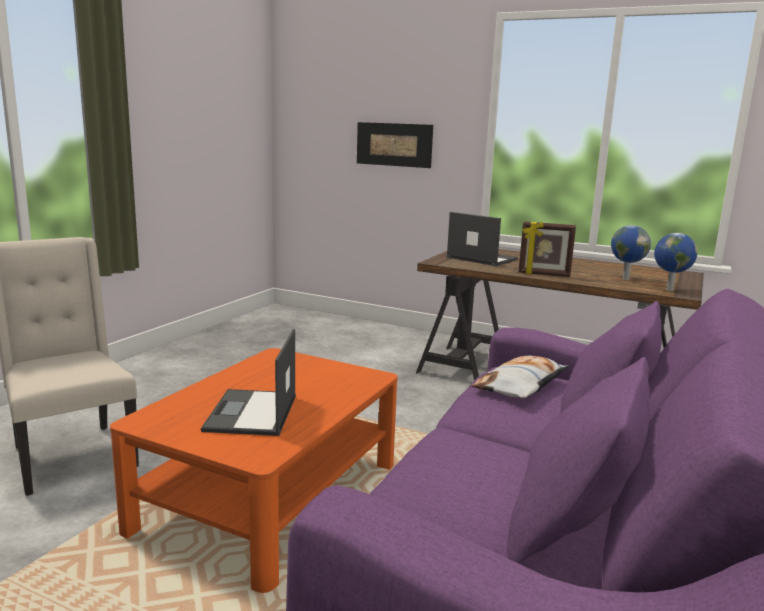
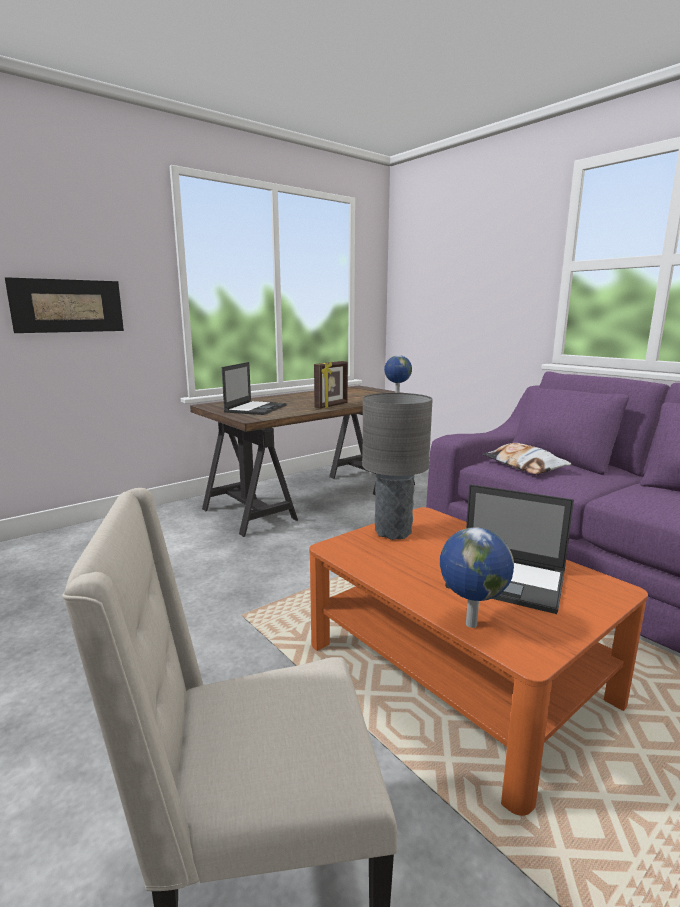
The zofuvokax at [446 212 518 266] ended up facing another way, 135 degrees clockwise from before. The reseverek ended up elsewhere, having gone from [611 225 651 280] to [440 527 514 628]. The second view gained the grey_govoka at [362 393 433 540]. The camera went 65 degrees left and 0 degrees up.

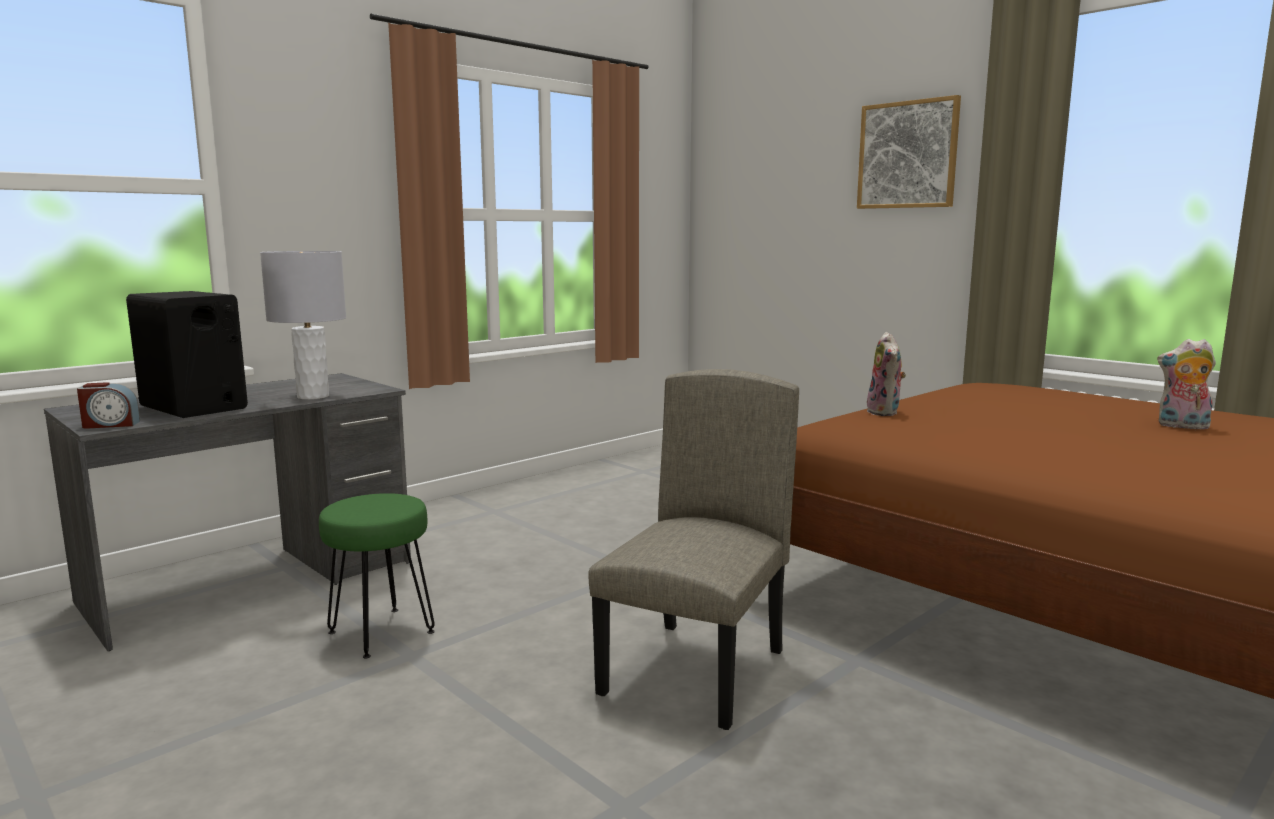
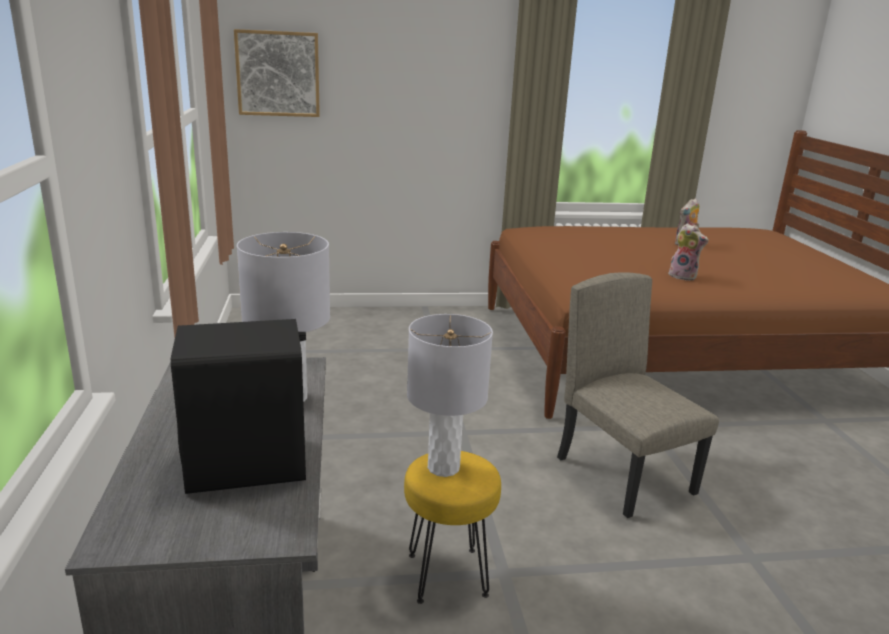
The second view lost the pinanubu at [77 382 140 429]. What was the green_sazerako at [319 493 435 658] turned into the yellow_sazerako at [404 451 501 604]. The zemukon ended up elsewhere, having gone from [857 95 961 209] to [234 29 320 117]. The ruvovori ended up elsewhere, having gone from [867 332 906 416] to [668 223 709 281]. The second view gained the grey_govoka at [407 314 493 477]. The camera went 55 degrees left and 10 degrees up.

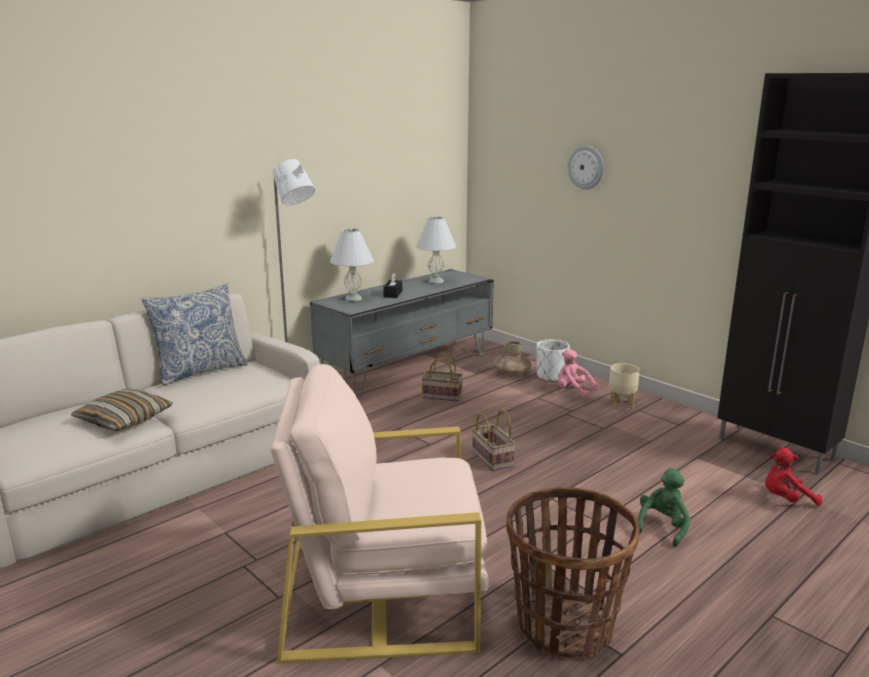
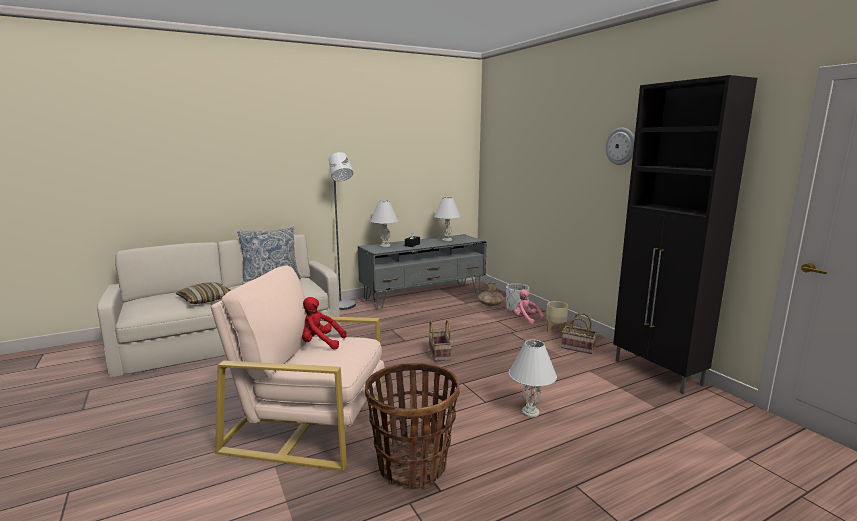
The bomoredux ended up elsewhere, having gone from [421 353 463 402] to [561 313 597 354]. The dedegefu ended up elsewhere, having gone from [568 145 604 190] to [605 127 635 165]. Where the green_ruvovori stood at [638 468 690 547], the white_govoka came to stand at [509 340 557 417]. The red_ruvovori ended up elsewhere, having gone from [765 447 822 506] to [302 297 347 349]. The camera went 15 degrees right and 5 degrees down.

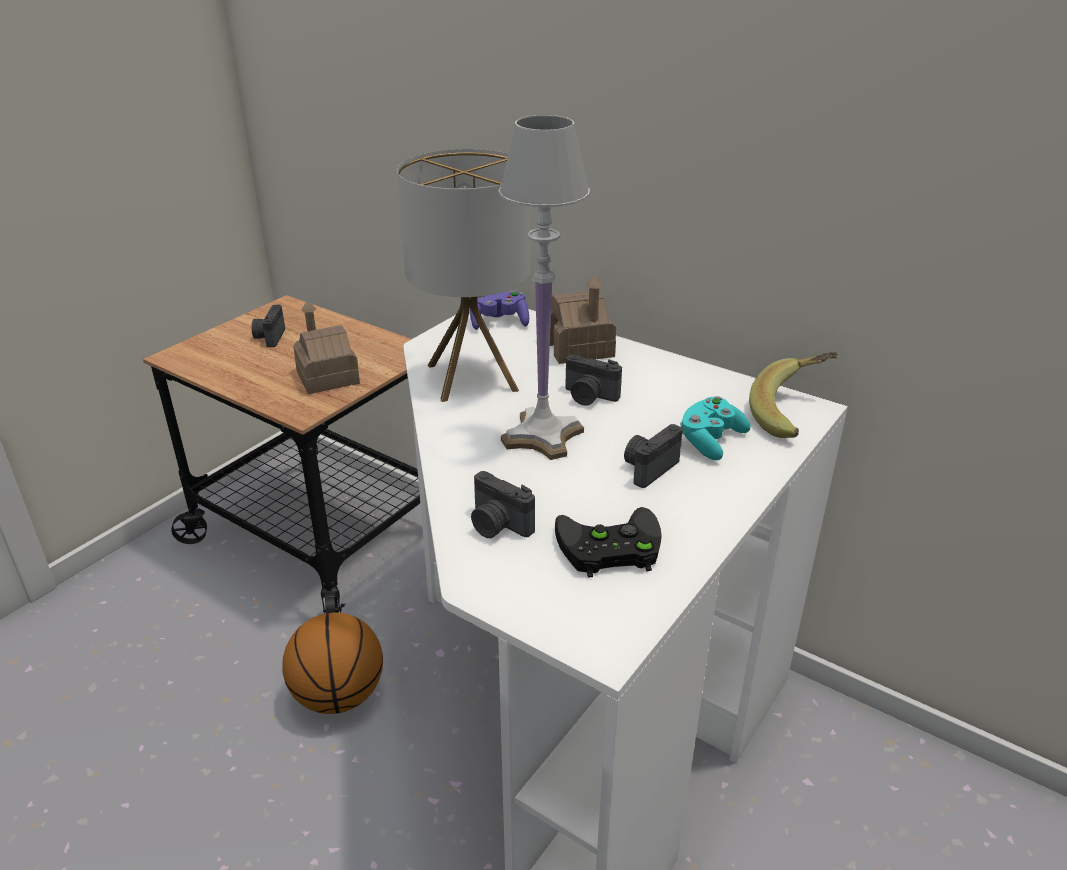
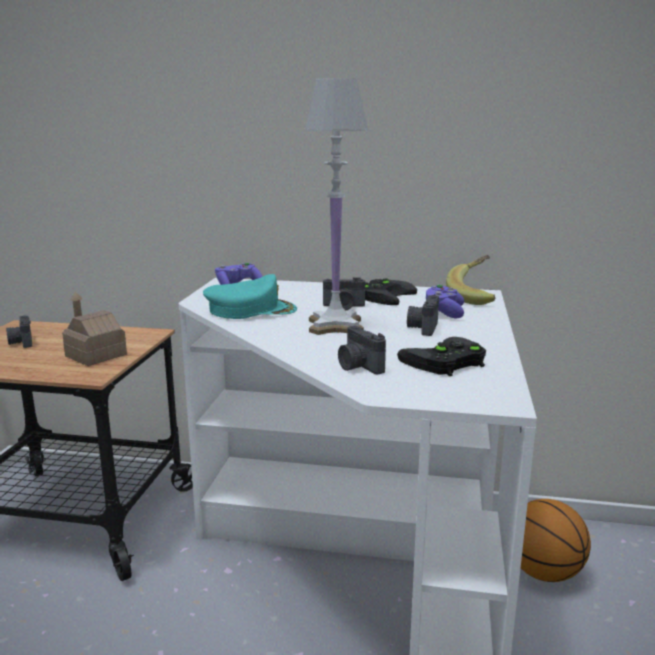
The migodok ended up elsewhere, having gone from [282 613 383 714] to [521 499 591 582]. Where the govoka stood at [397 149 530 402], the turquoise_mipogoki came to stand at [203 274 297 319]. The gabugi at [471 471 535 538] ended up facing another way, 45 degrees clockwise from before. The second view lost the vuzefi at [550 275 616 364]. What was the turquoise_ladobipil at [680 396 751 460] turned into the purple_ladobipil at [426 285 464 318]. The second view gained the black_ladobipil at [365 278 417 305]. The camera went 25 degrees left and 15 degrees down.

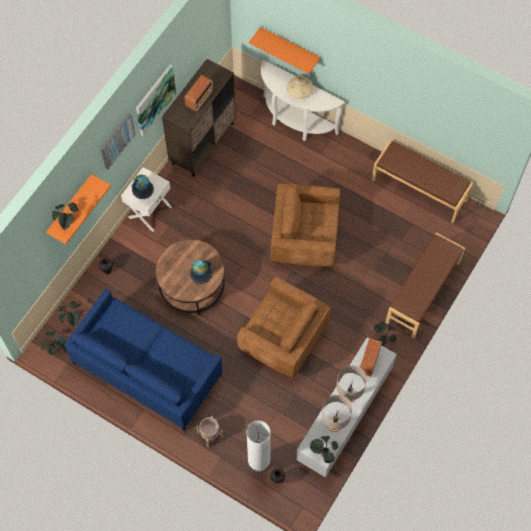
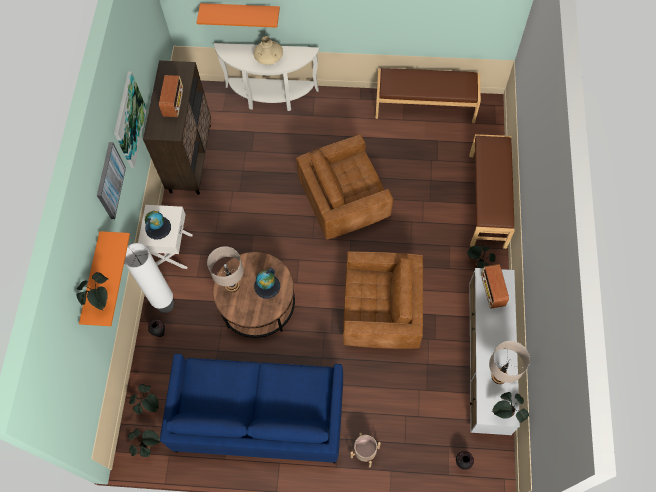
The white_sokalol ended up elsewhere, having gone from [246 421 271 473] to [124 243 174 313]. The beige_govoka ended up elsewhere, having gone from [337 365 367 403] to [207 246 244 292]. The camera went 25 degrees left and 0 degrees up.

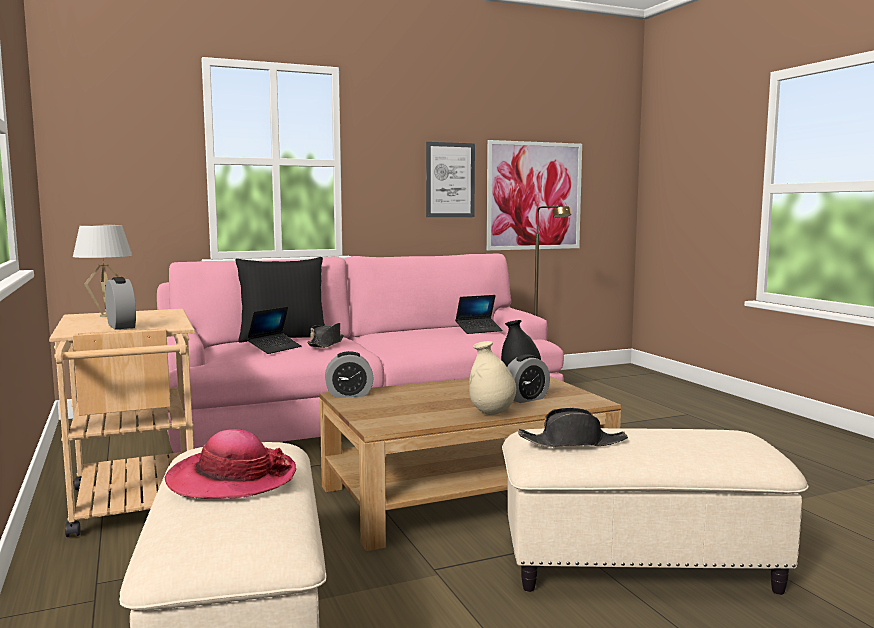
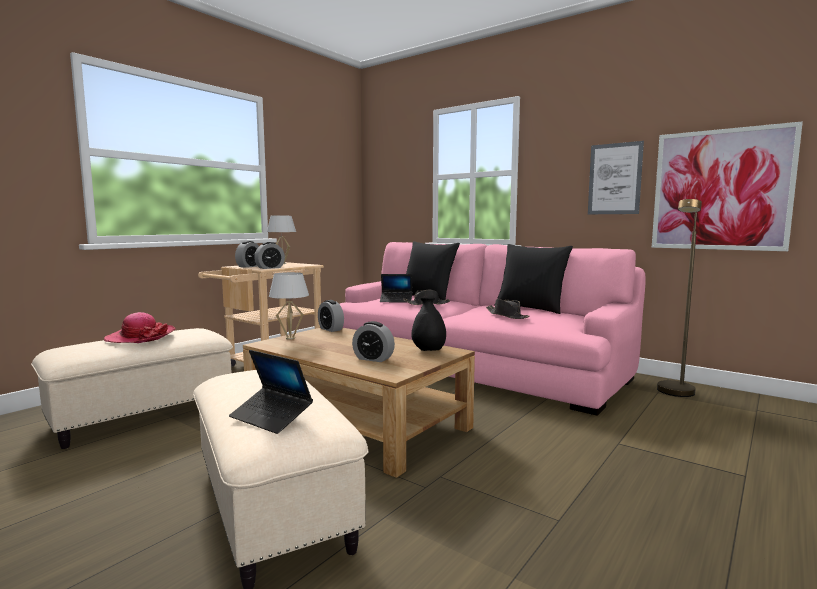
The zofuvokax ended up elsewhere, having gone from [455 295 503 334] to [229 350 313 434]. The second view lost the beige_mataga at [469 341 516 415]. The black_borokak ended up elsewhere, having gone from [518 408 628 447] to [486 299 530 319]. The second view gained the pinanubu at [254 242 285 269]. The second view gained the white_govoka at [269 272 309 340]. The second view gained the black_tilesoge at [497 244 573 314]. The camera went 60 degrees right and 0 degrees up.

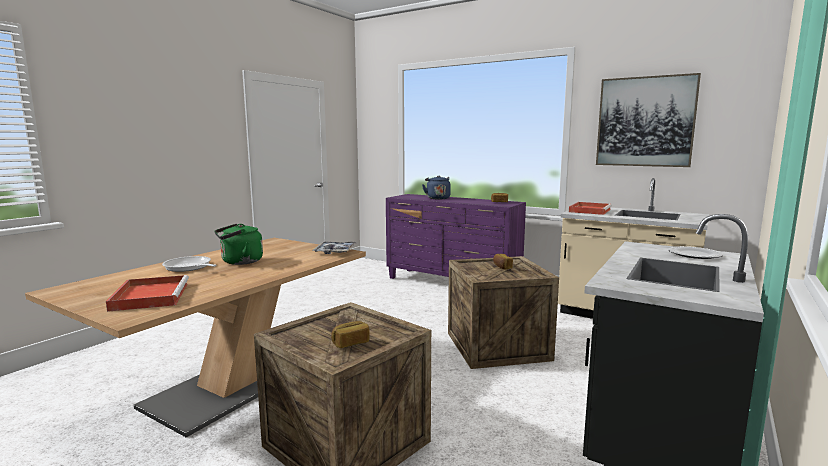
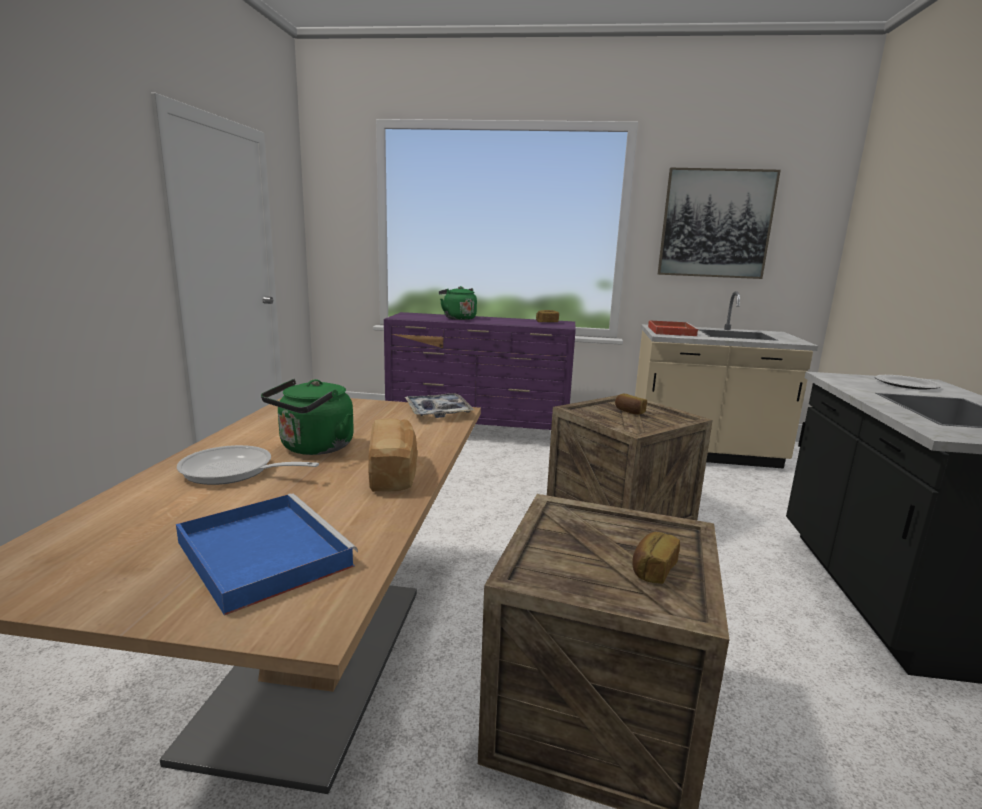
What was the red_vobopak at [106 275 189 312] turned into the blue_vobopak at [176 493 358 616]. What was the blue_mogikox at [422 176 451 200] turned into the green_mogikox at [439 286 477 320]. The second view gained the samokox at [368 418 417 492]. The camera went 25 degrees left and 5 degrees up.

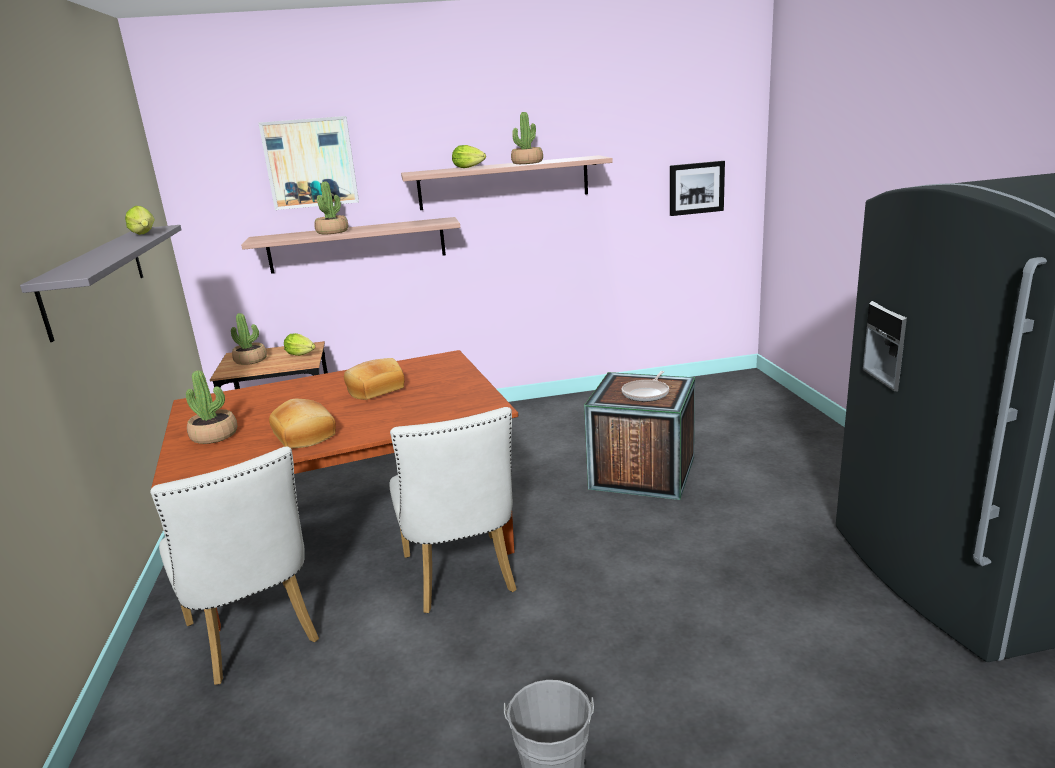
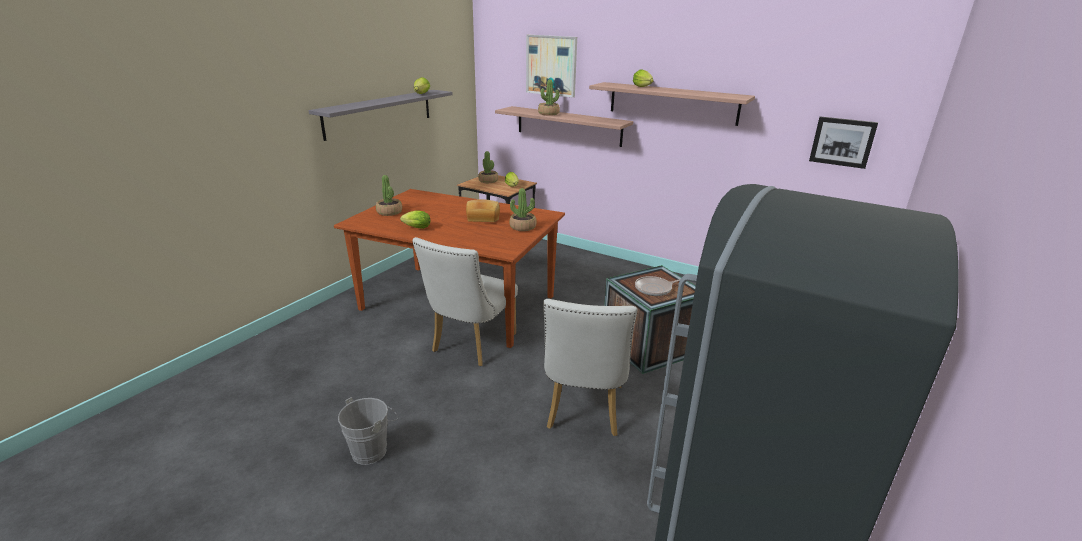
The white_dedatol ended up elsewhere, having gone from [150 447 319 685] to [543 299 637 436]. Where the samokox stood at [269 399 336 449], the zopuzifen came to stand at [400 211 430 229]. The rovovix ended up elsewhere, having gone from [511 112 543 164] to [509 188 537 231]. The camera went 40 degrees right and 5 degrees up.

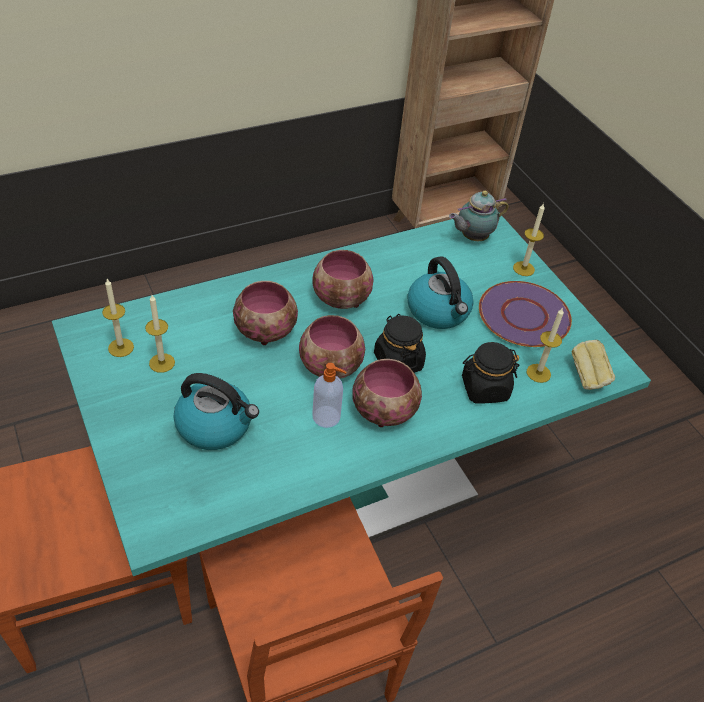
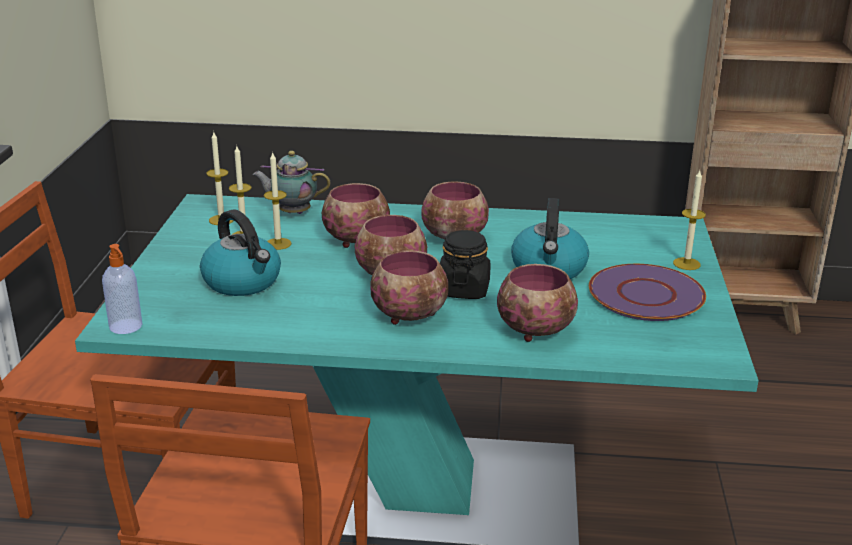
The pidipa ended up elsewhere, having gone from [312 363 347 428] to [102 244 142 334]. The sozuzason ended up elsewhere, having gone from [449 191 509 241] to [252 151 331 214]. Where the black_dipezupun stood at [462 342 520 404], the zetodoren came to stand at [497 264 578 342]. The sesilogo ended up elsewhere, having gone from [527 307 564 383] to [264 151 291 250]. The second view lost the samokox at [572 340 615 390]. The camera went 35 degrees right and 20 degrees down.

